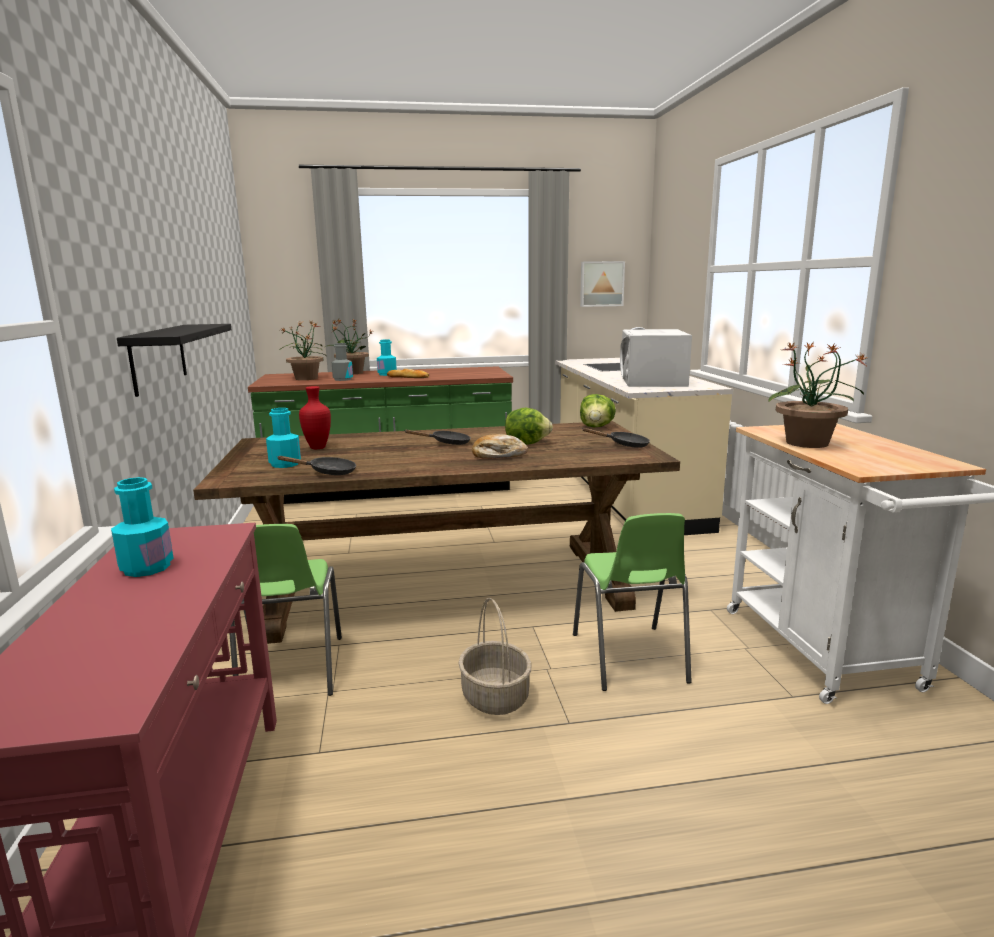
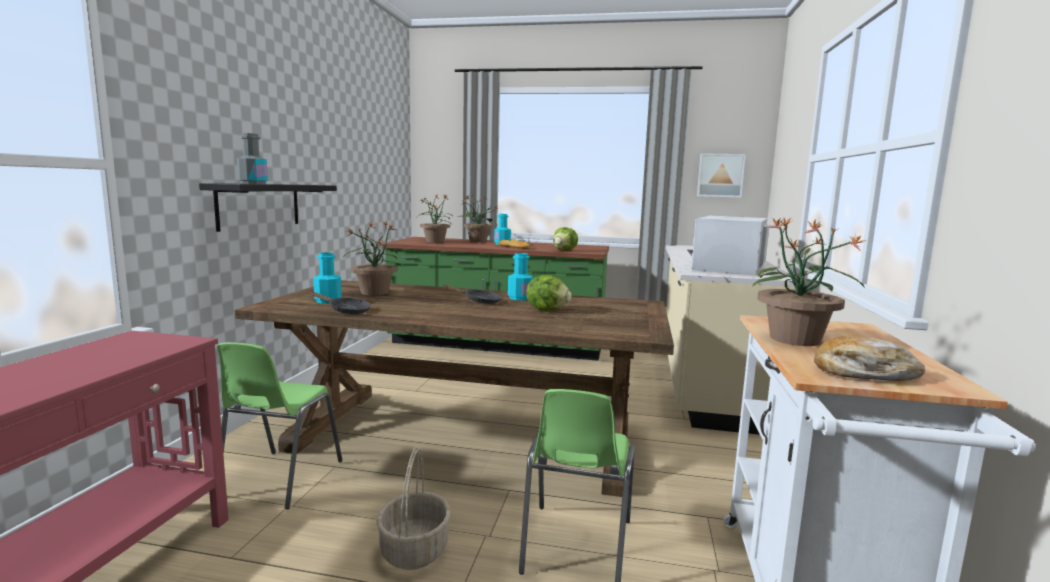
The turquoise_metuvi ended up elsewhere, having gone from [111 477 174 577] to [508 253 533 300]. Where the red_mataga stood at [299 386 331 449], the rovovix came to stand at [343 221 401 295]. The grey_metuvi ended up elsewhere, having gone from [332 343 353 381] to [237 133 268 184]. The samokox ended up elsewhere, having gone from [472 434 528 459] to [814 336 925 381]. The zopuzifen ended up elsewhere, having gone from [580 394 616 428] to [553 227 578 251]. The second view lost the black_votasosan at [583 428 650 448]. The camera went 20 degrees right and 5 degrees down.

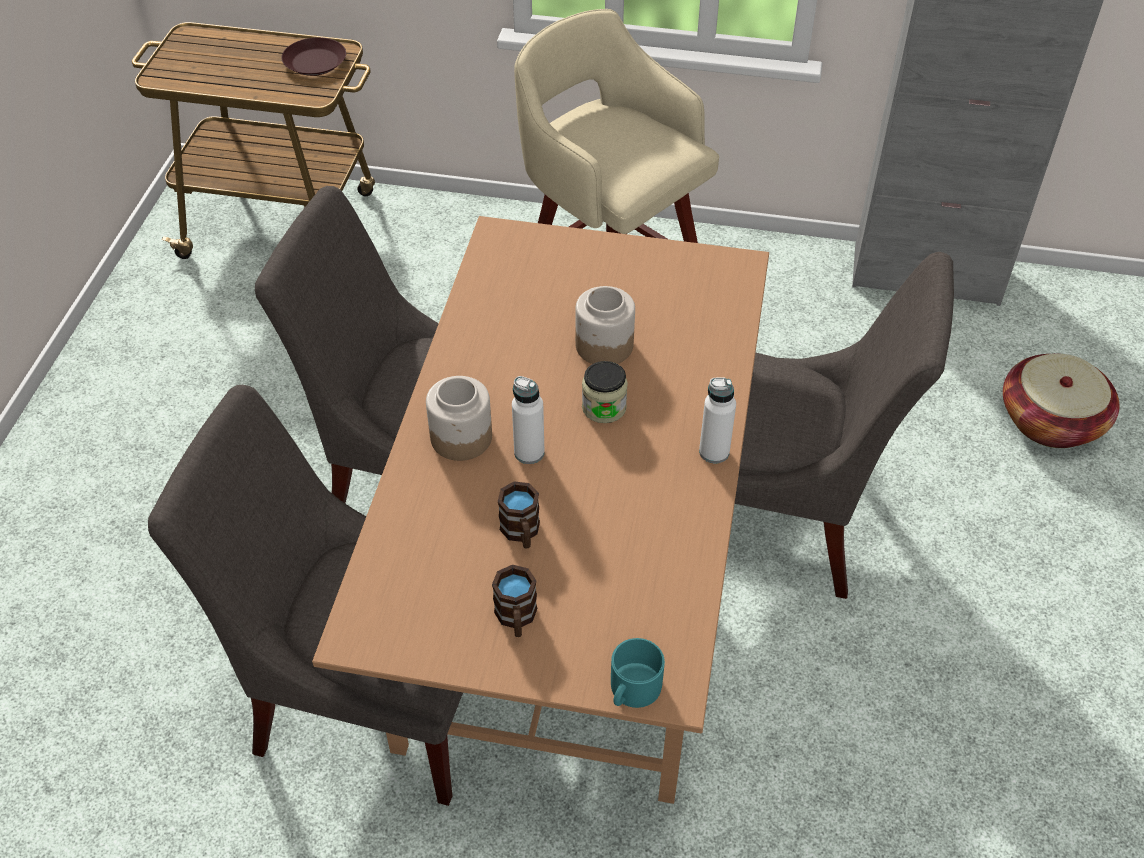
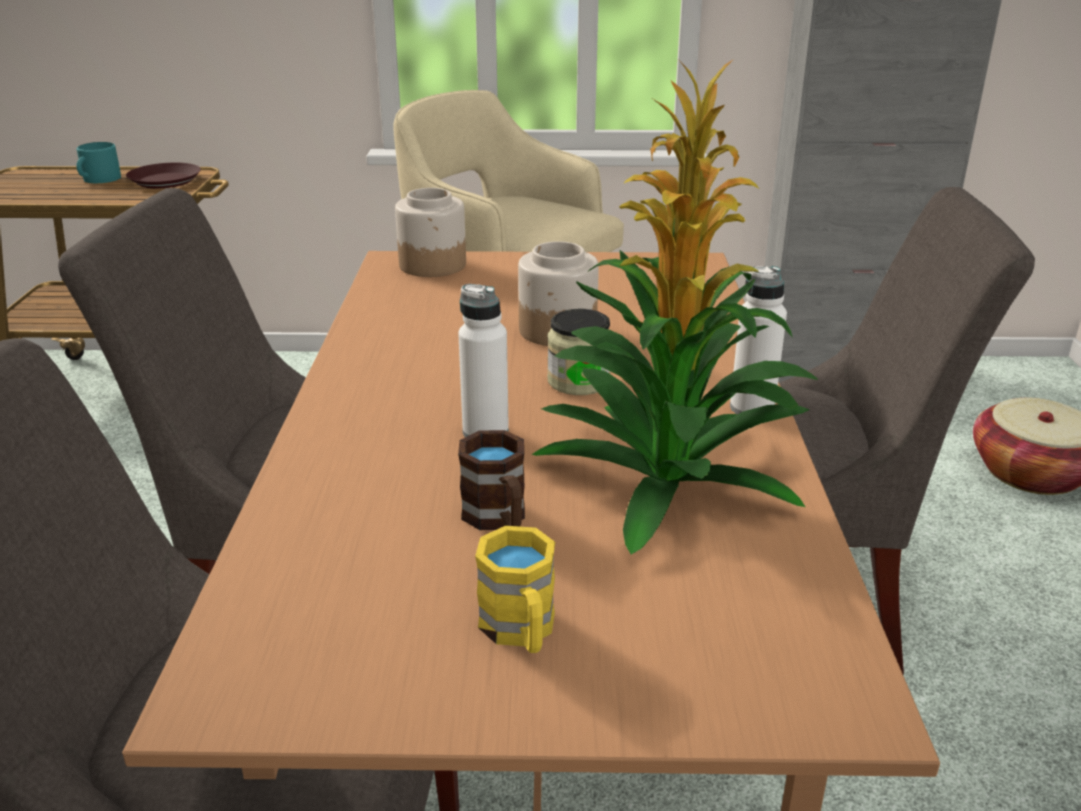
The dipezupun ended up elsewhere, having gone from [426 376 492 461] to [395 188 466 277]. What was the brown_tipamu at [492 565 538 637] turned into the yellow_tipamu at [475 526 555 653]. The turquoise_tipamu ended up elsewhere, having gone from [611 638 665 708] to [76 142 121 183]. The second view gained the rovovix at [532 59 819 554]. The camera went 10 degrees left and 20 degrees down.

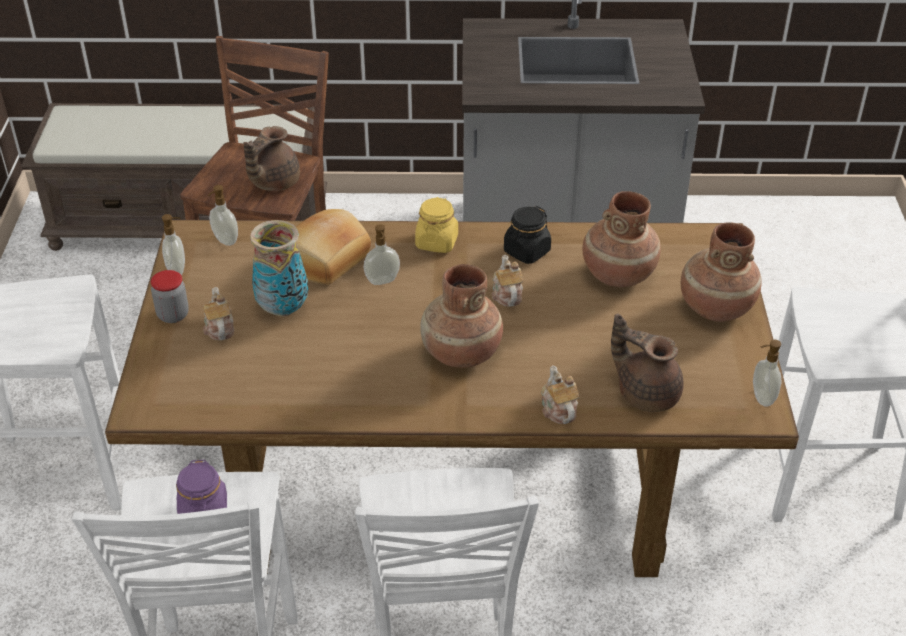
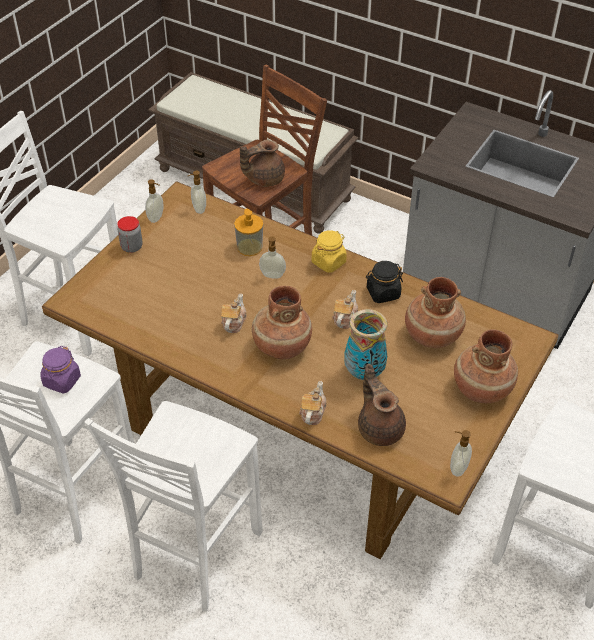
The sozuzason ended up elsewhere, having gone from [203 287 234 340] to [221 293 247 333]. The mataga ended up elsewhere, having gone from [250 220 308 316] to [344 309 388 380]. Where the samokox stood at [296 209 371 285], the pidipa came to stand at [234 208 263 256]. The camera went 30 degrees right and 5 degrees up.

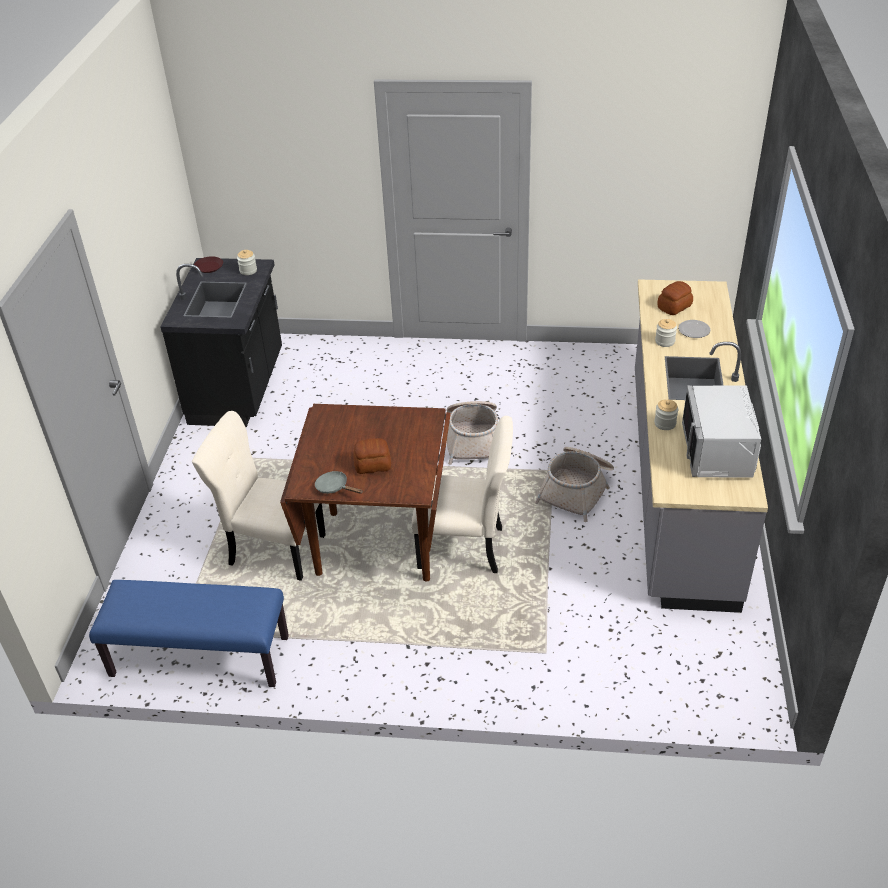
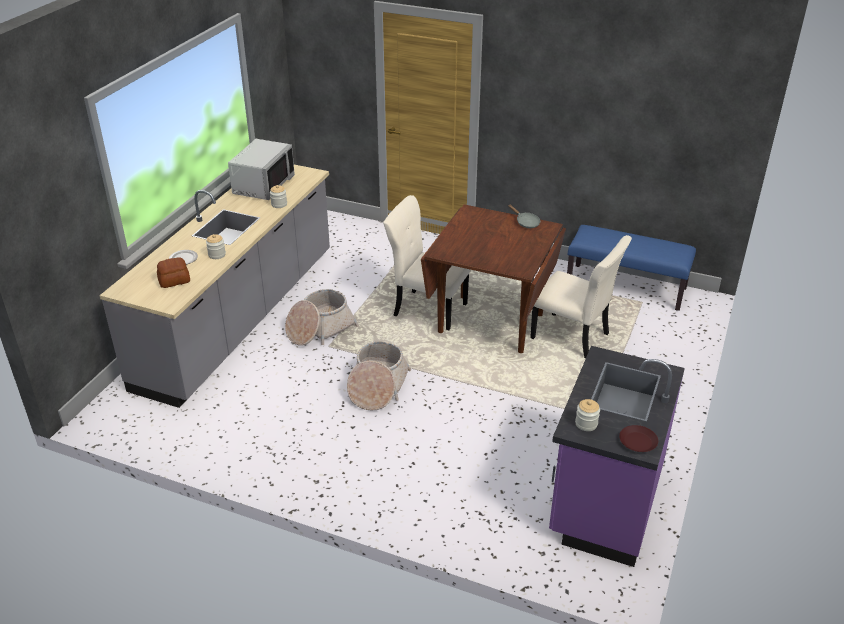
What was the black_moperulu at [160 258 282 427] turned into the purple_moperulu at [549 346 685 567]. The second view lost the samokox at [353 438 391 474]. The camera went 165 degrees left and 5 degrees down.

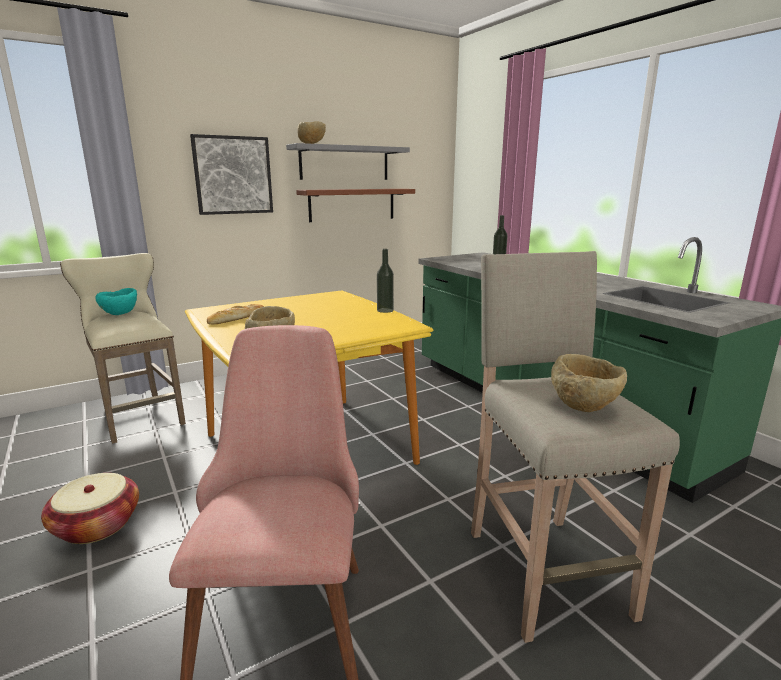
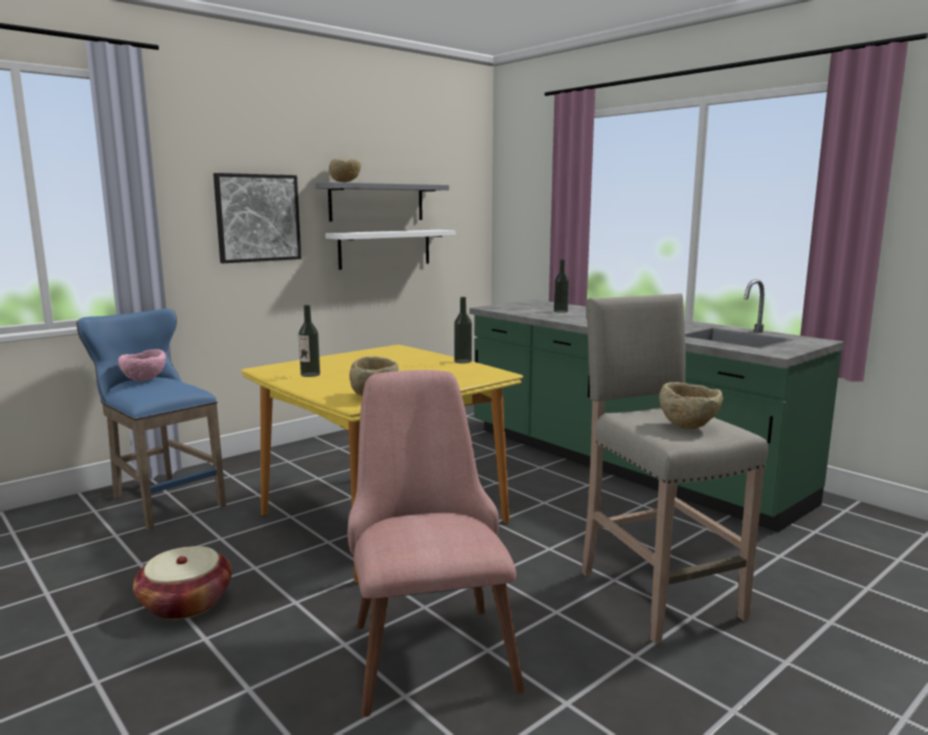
What was the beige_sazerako at [60 253 186 444] turned into the blue_sazerako at [76 309 226 531]. What was the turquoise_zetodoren at [95 288 137 315] turned into the pink_zetodoren at [118 349 166 382]. Where the samokox stood at [207 304 264 325], the metuvi came to stand at [298 305 320 377]. What was the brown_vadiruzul at [296 189 415 222] turned into the white_vadiruzul at [325 230 455 270]. The camera went 10 degrees left and 5 degrees down.

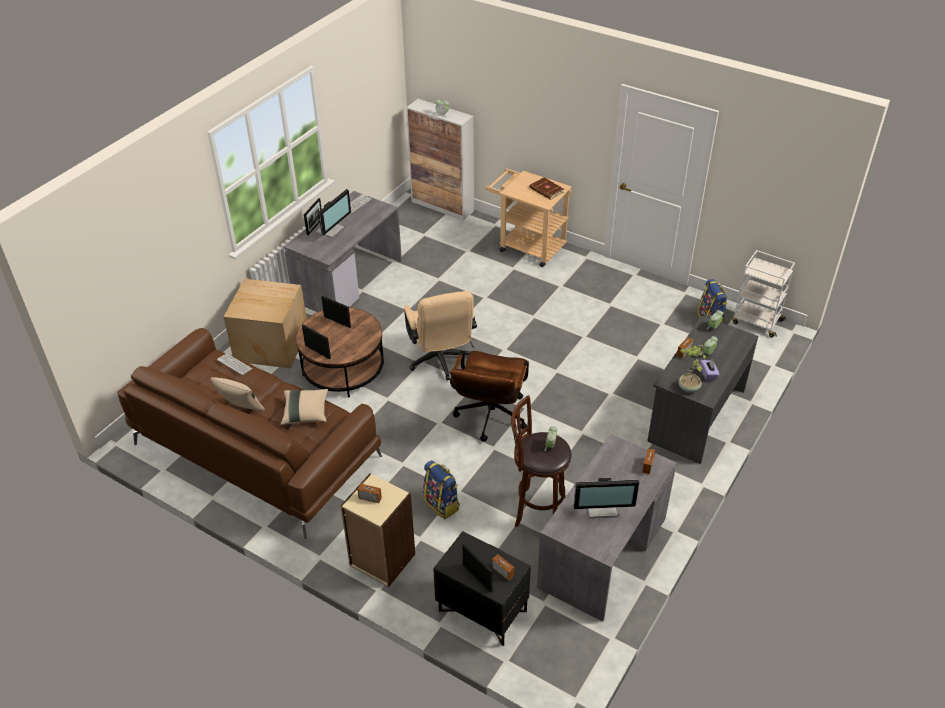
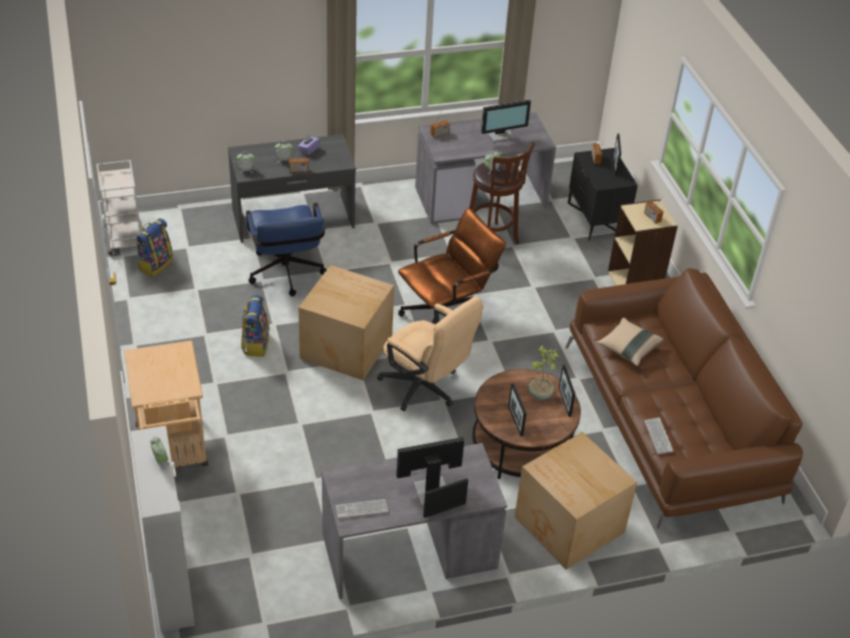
The second view lost the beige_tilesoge at [210 377 265 411]. The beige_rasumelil at [404 291 477 380] ended up facing another way, 105 degrees clockwise from before. The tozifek ended up elsewhere, having gone from [423 460 459 519] to [241 295 270 356]. The second view lost the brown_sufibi at [529 178 564 200]. The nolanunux at [574 478 639 518] ended up facing another way, 120 degrees clockwise from before. The rovovix ended up elsewhere, having gone from [678 345 706 393] to [529 346 560 400]. The second view gained the blue_rasumelil at [246 203 327 296]. The second view gained the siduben at [298 265 394 380]. The camera went 140 degrees left and 0 degrees up.

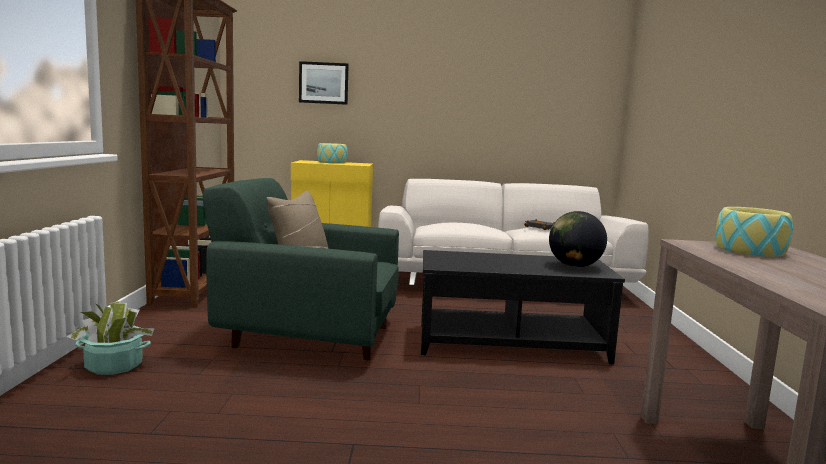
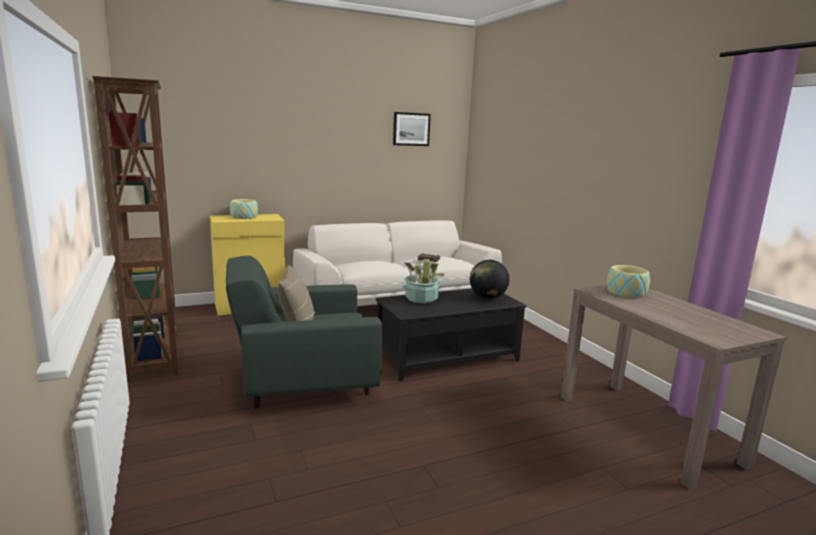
The rovovix ended up elsewhere, having gone from [67 301 155 375] to [402 259 446 304]. The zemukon ended up elsewhere, having gone from [299 61 349 105] to [393 112 431 146]. The camera went 25 degrees left and 5 degrees up.

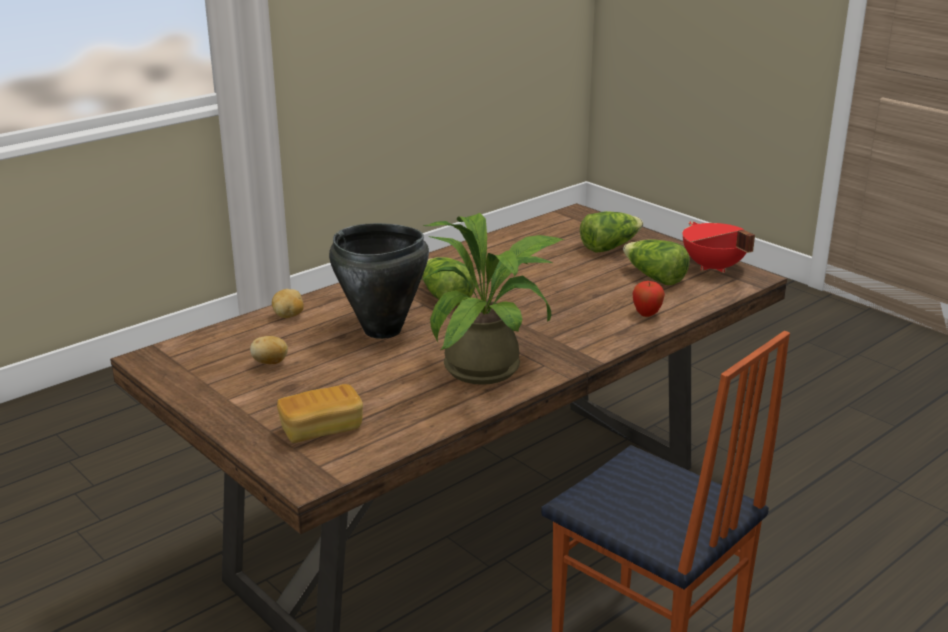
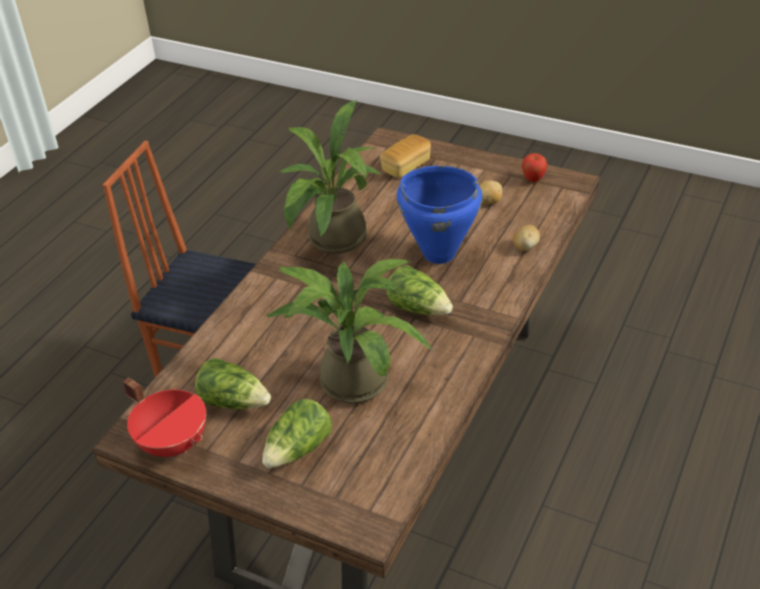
What was the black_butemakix at [329 223 429 339] turned into the blue_butemakix at [397 166 482 264]. The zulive ended up elsewhere, having gone from [633 281 665 317] to [522 153 547 182]. The second view gained the rovovix at [266 259 433 404]. The camera went 160 degrees right and 15 degrees up.

